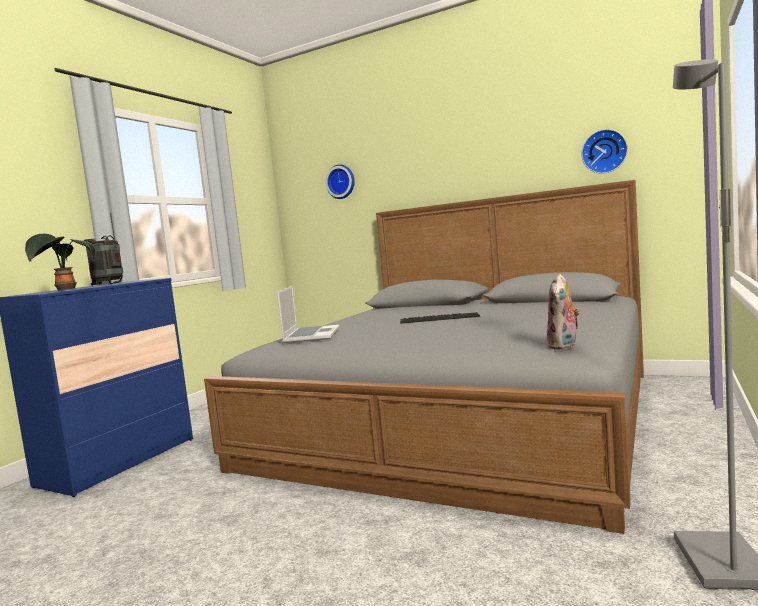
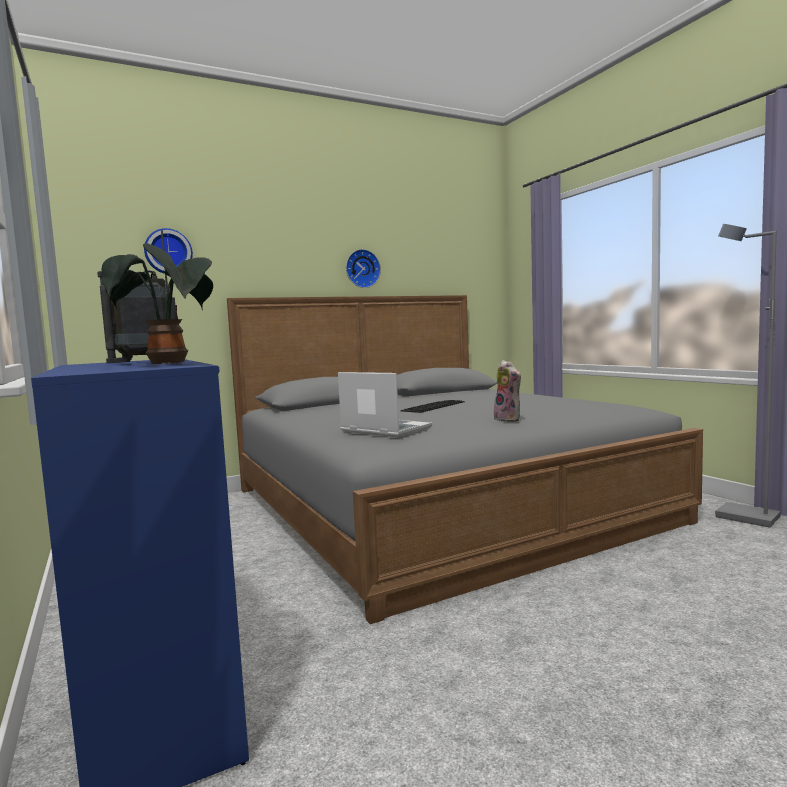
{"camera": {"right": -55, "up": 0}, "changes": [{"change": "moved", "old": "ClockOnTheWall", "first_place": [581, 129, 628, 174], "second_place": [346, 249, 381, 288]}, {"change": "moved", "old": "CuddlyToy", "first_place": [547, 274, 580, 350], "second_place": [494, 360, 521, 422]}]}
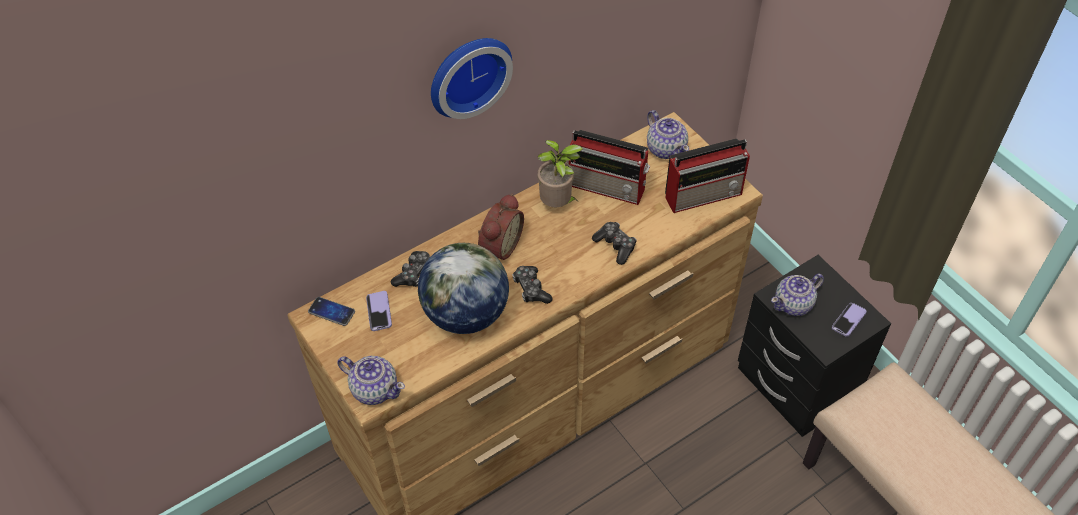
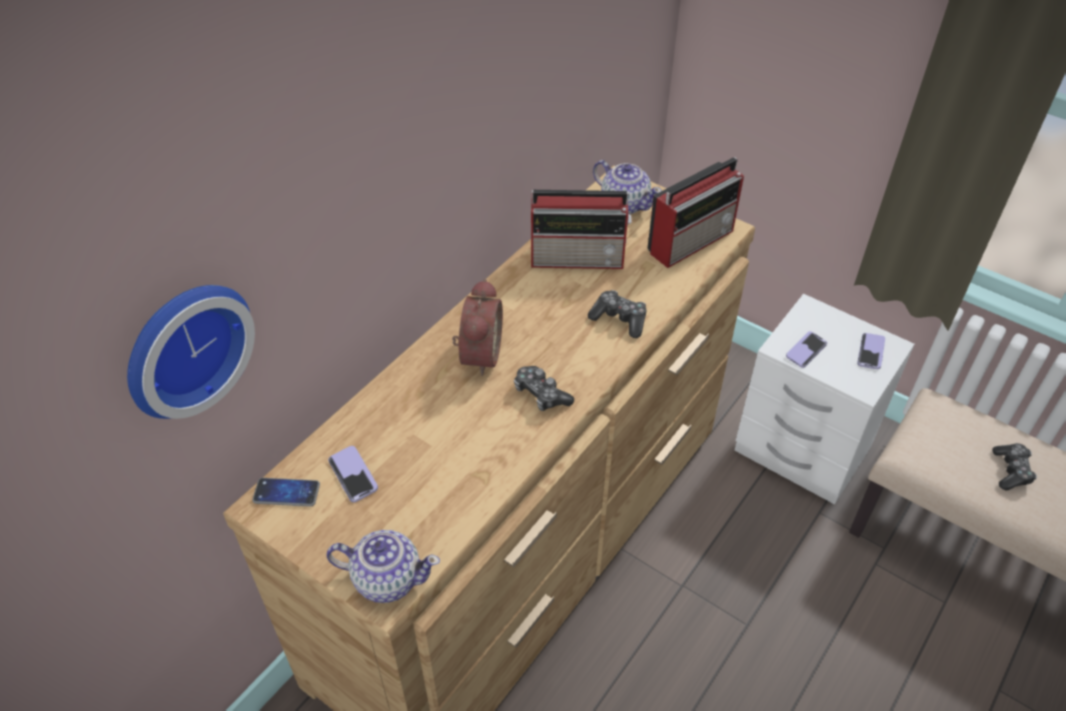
{"camera": {"right": -20, "up": -5}, "changes": [{"change": "moved", "old": "ClockOnTheWall", "first_place": [431, 38, 513, 119], "second_place": [127, 285, 255, 419]}, {"change": "removed", "old": "PlantInAPot", "first_place": [537, 140, 583, 207]}, {"change": "removed", "old": "DeskGlobe", "first_place": [418, 243, 509, 334]}, {"change": "moved", "old": "Joypad", "first_place": [391, 251, 430, 287], "second_place": [992, 443, 1037, 491]}, {"change": "recoloured", "old": "BlackBedsideTable", "new": "WhiteColouredBedsideTable", "first_place": [738, 255, 891, 437], "second_place": [734, 294, 915, 504]}, {"change": "replaced", "old": "TeaPot", "new": "Telephone", "first_place": [771, 274, 824, 316], "second_place": [786, 331, 827, 368]}]}
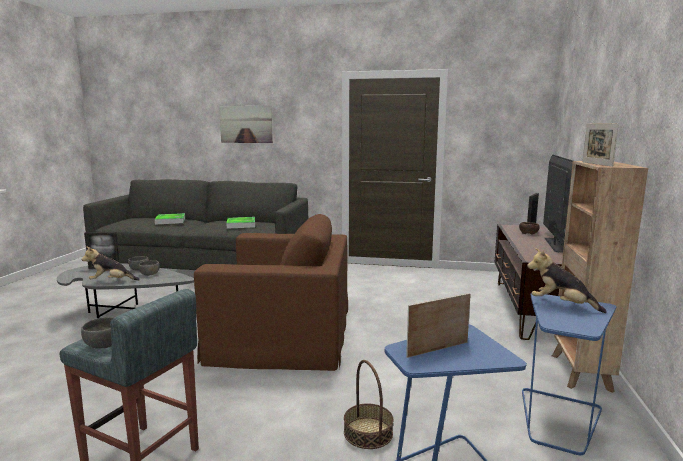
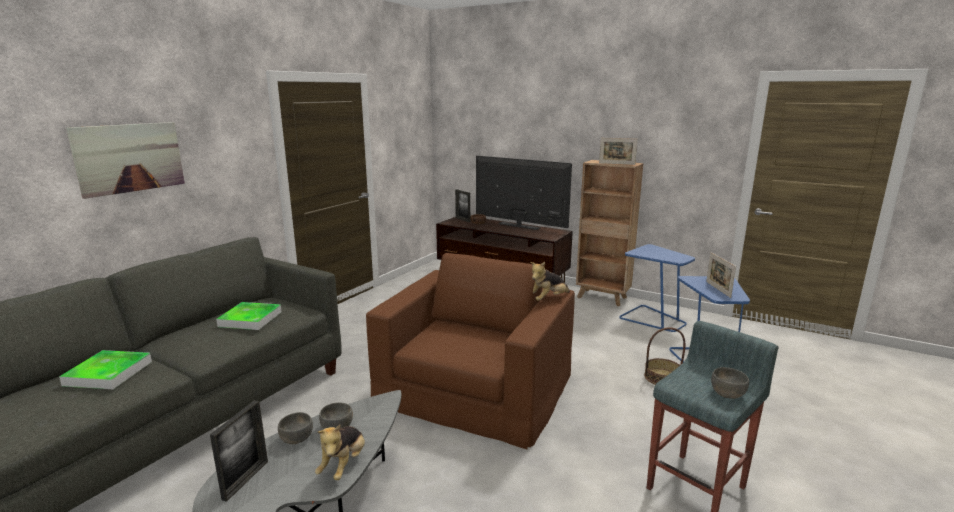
{"camera": {"right": -70, "up": 5}, "changes": [{"change": "moved", "old": "CuddlyToy", "first_place": [527, 248, 607, 313], "second_place": [530, 262, 570, 301]}]}
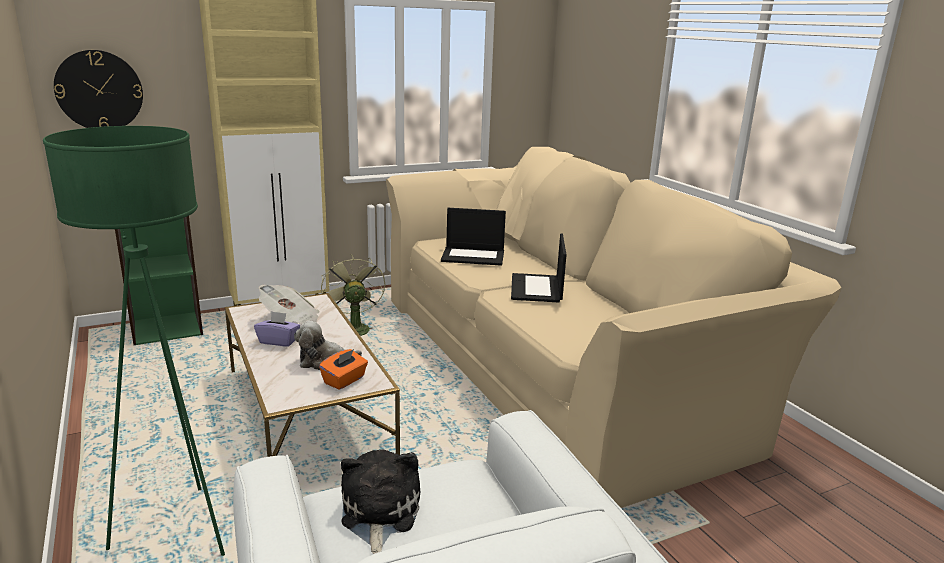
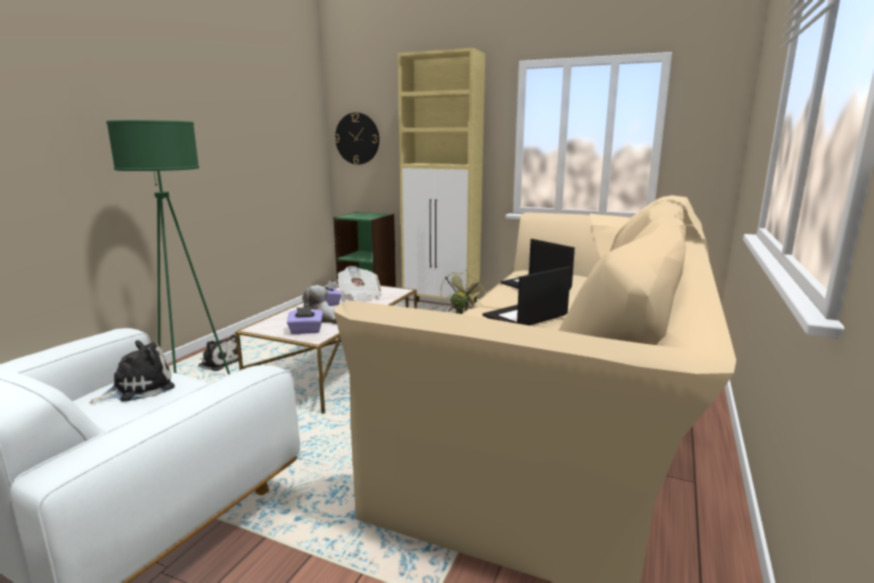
{"camera": {"right": 50, "up": -5}, "changes": [{"change": "recoloured", "old": "OrangeColouredTissueBox", "new": "PurpleTissueBox", "first_place": [319, 349, 368, 390], "second_place": [287, 307, 323, 334]}, {"change": "added", "new": "CuddlyToy", "second_place": [198, 335, 238, 371]}]}
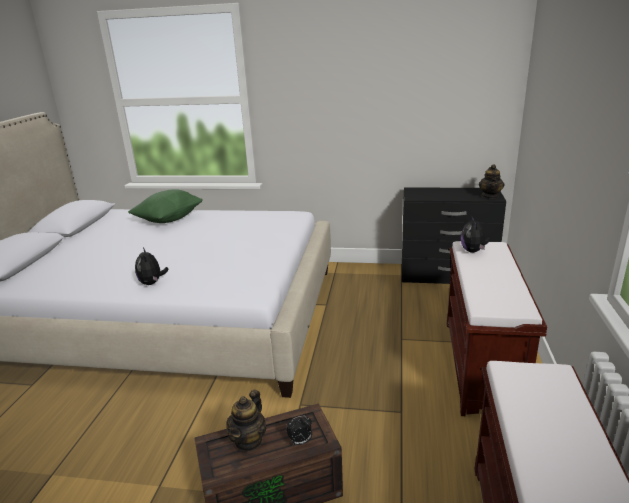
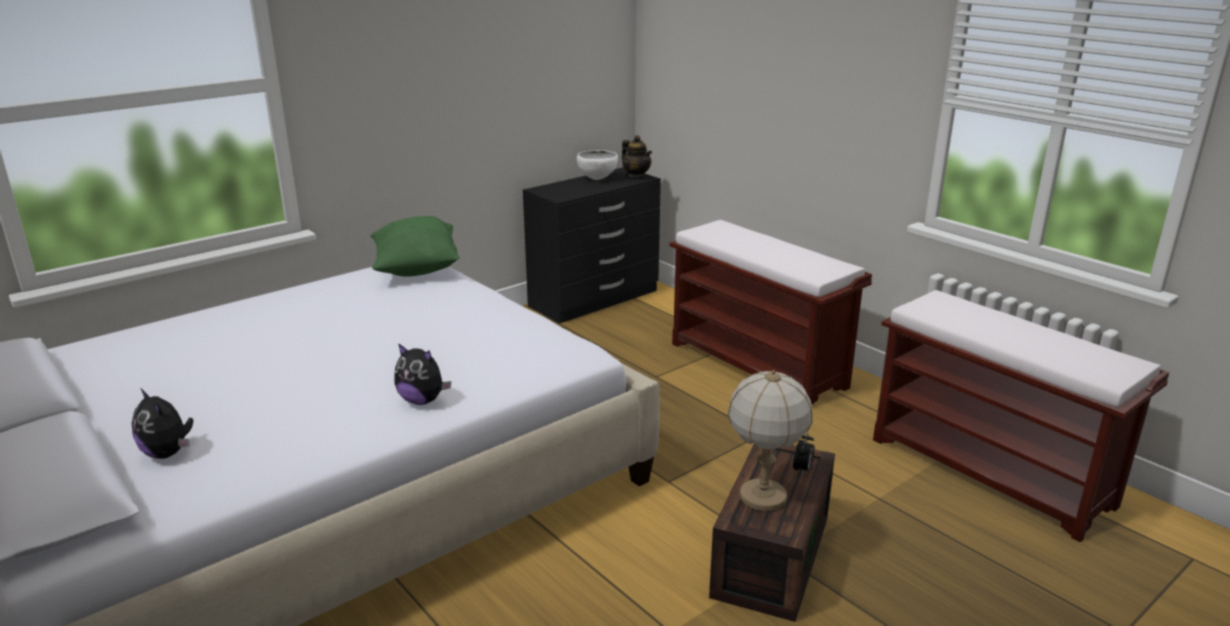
{"camera": {"right": -50, "up": 0}, "changes": [{"change": "moved", "old": "GreenColouredThrowPillow", "first_place": [128, 189, 203, 223], "second_place": [371, 216, 460, 277]}, {"change": "moved", "old": "CuddlyToy", "first_place": [461, 215, 490, 253], "second_place": [132, 389, 193, 459]}, {"change": "replaced", "old": "TeaPot", "new": "TableLamp", "first_place": [226, 390, 266, 452], "second_place": [728, 370, 813, 511]}, {"change": "added", "new": "WhiteColouredDeepDish", "second_place": [576, 150, 618, 180]}]}
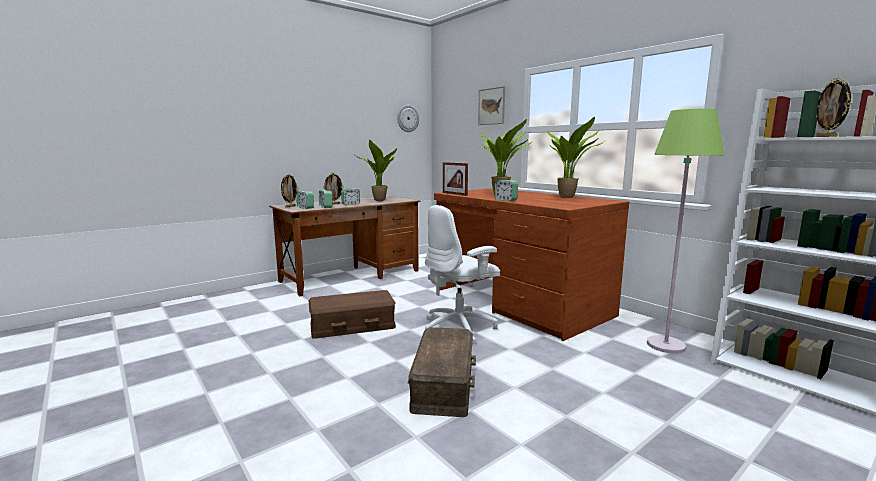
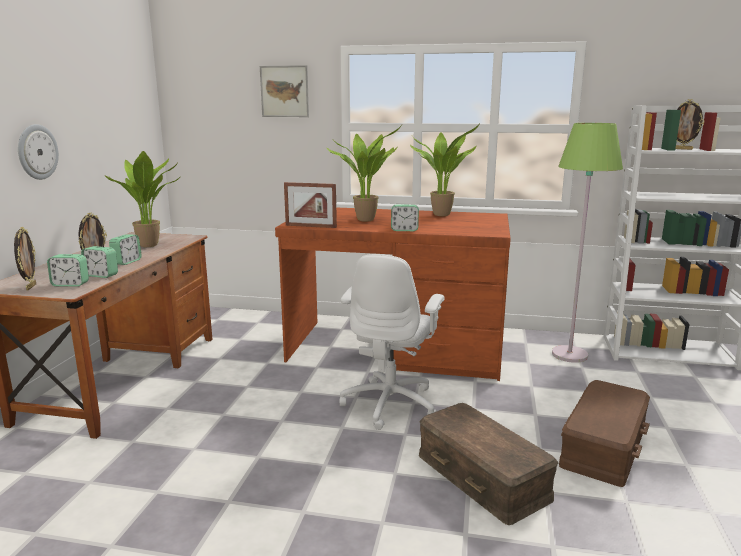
{"camera": {"right": -40, "up": 5}, "changes": [{"change": "moved", "old": "ClockOnTheWall", "first_place": [397, 105, 419, 132], "second_place": [18, 124, 59, 180]}, {"change": "moved", "old": "BrownColouredStorageContainer", "first_place": [309, 290, 396, 339], "second_place": [559, 380, 650, 487]}]}
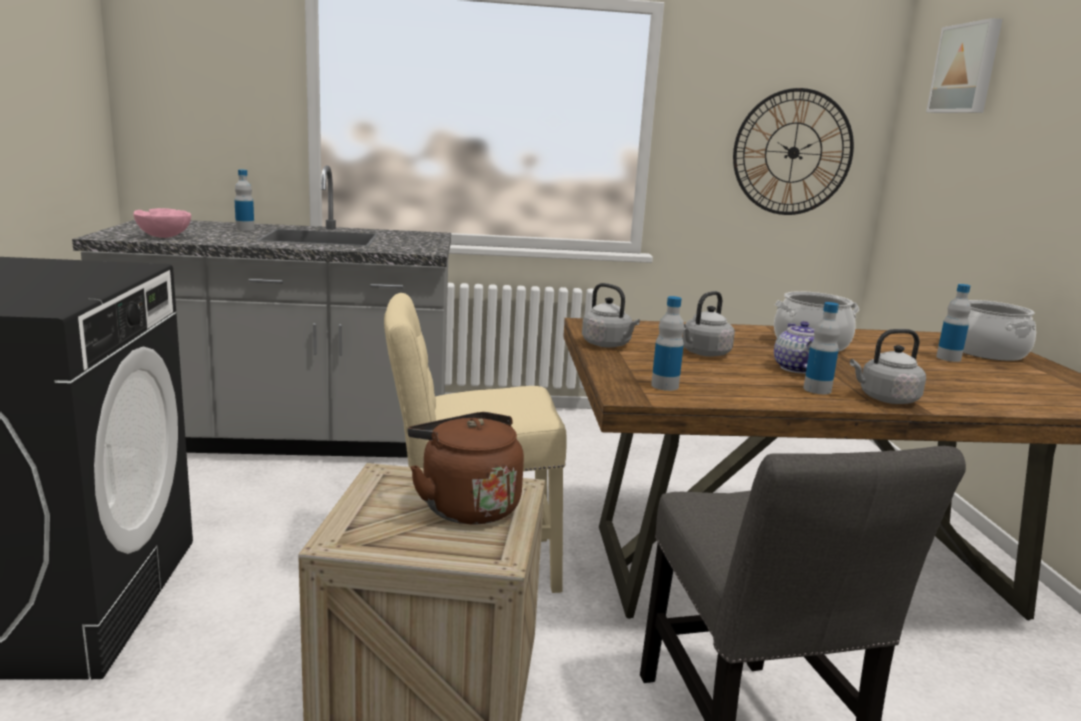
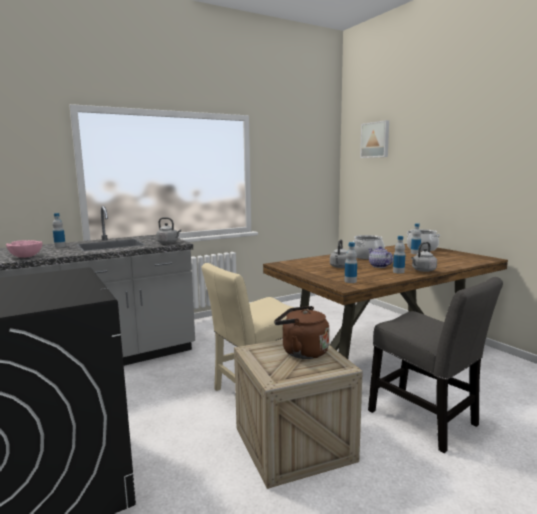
{"camera": {"right": -25, "up": -5}, "changes": [{"change": "removed", "old": "ClockOnTheWall", "first_place": [733, 88, 854, 215]}, {"change": "moved", "old": "GreyTeaKettle", "first_place": [582, 283, 640, 348], "second_place": [156, 217, 181, 244]}]}
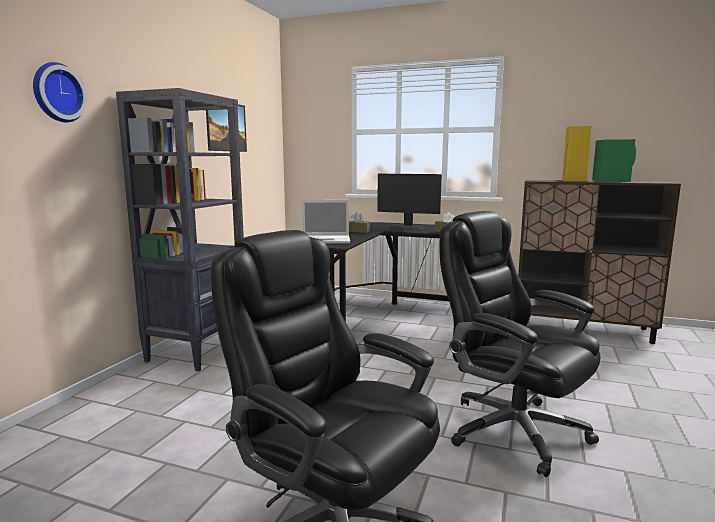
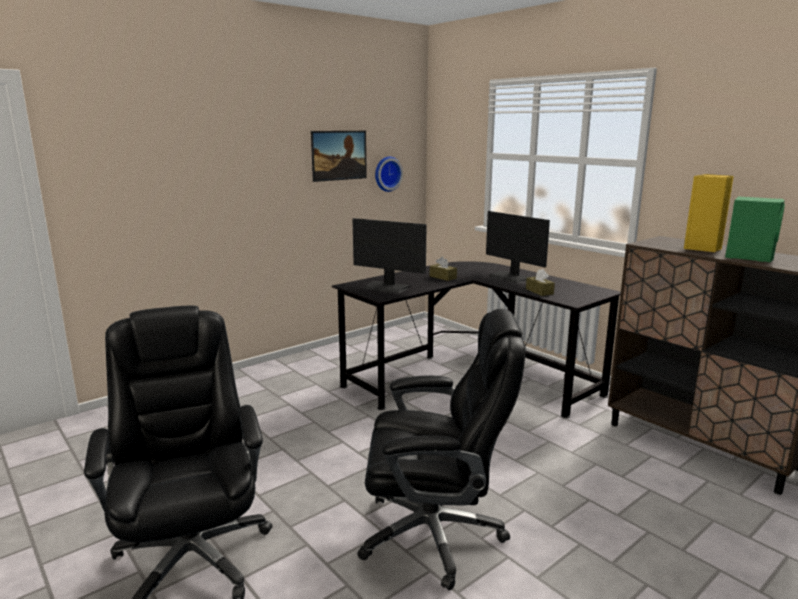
{"camera": {"right": 30, "up": 5}, "changes": [{"change": "moved", "old": "ClockOnTheWall", "first_place": [33, 62, 87, 123], "second_place": [375, 156, 403, 192]}, {"change": "removed", "old": "BlackBookshelf", "first_place": [116, 88, 244, 372]}, {"change": "replaced", "old": "NotebookComputer", "new": "ComputerDisplay", "first_place": [302, 200, 350, 244], "second_place": [353, 218, 427, 294]}, {"change": "turned", "old": "BlackDeskChair", "first_place": [439, 211, 601, 477], "second_place": [357, 309, 526, 591], "degrees": 105}]}
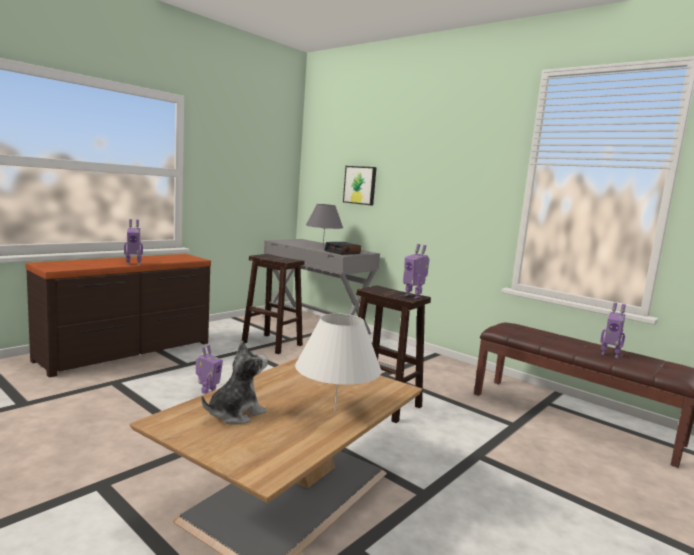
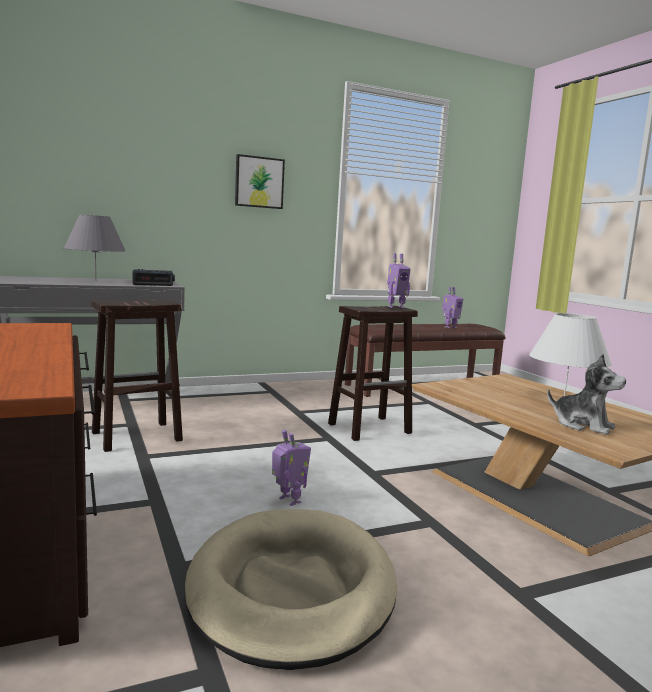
{"camera": {"right": -65, "up": 0}, "changes": [{"change": "moved", "old": "WallArt", "first_place": [343, 166, 377, 205], "second_place": [235, 154, 285, 209]}, {"change": "removed", "old": "RobotFigure", "first_place": [124, 219, 143, 265]}, {"change": "turned", "old": "CuddlyToy", "first_place": [201, 340, 268, 425], "second_place": [547, 354, 626, 435], "degrees": 150}, {"change": "added", "new": "BeigeColouredDogCushion", "second_place": [185, 509, 397, 670]}]}
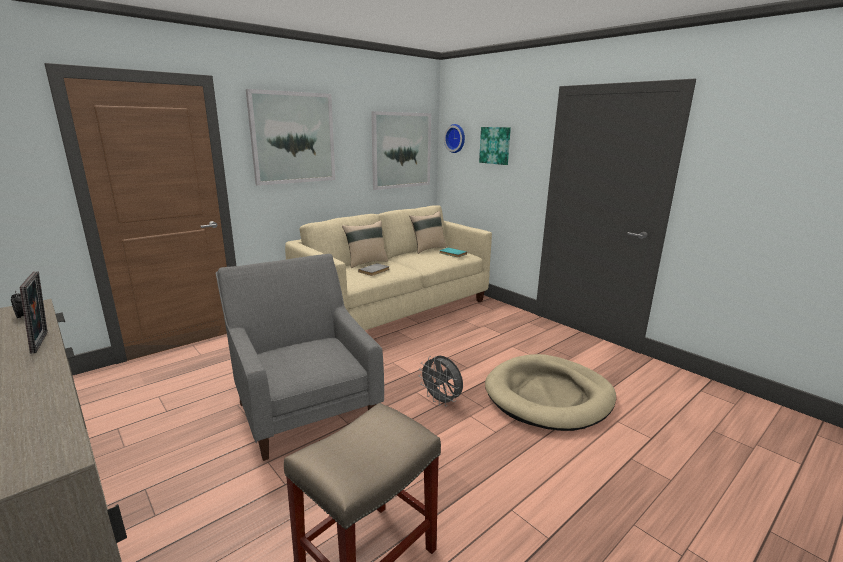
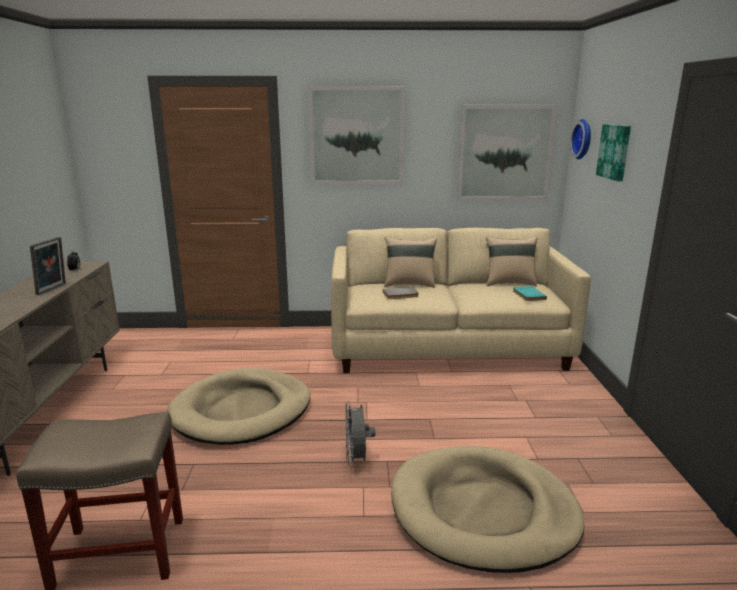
{"camera": {"right": 40, "up": 0}, "changes": [{"change": "replaced", "old": "GreyEasyChair", "new": "BeigeColouredDogCushion", "first_place": [216, 254, 384, 461], "second_place": [167, 368, 311, 445]}]}
